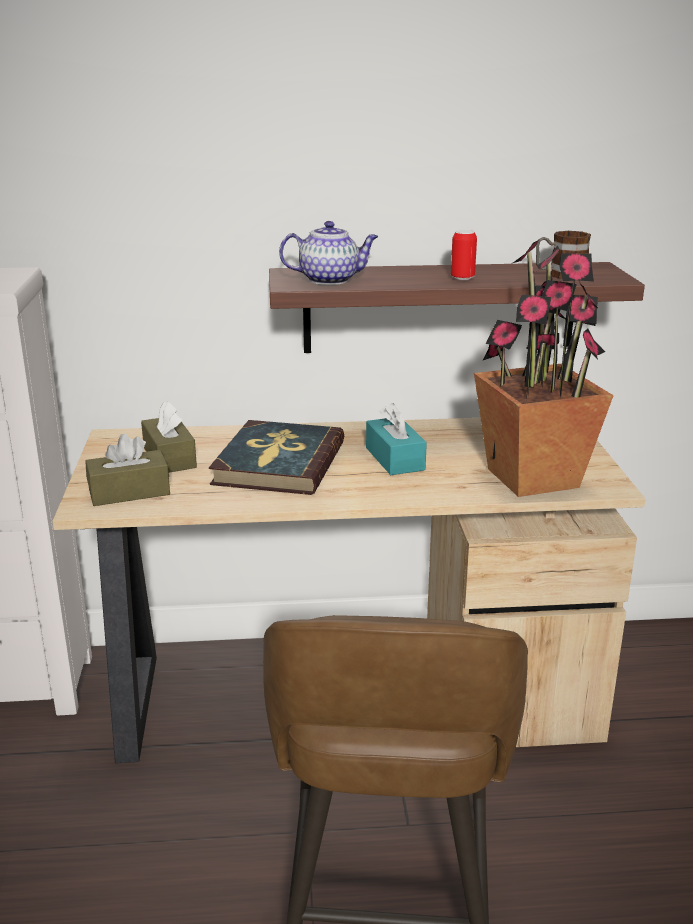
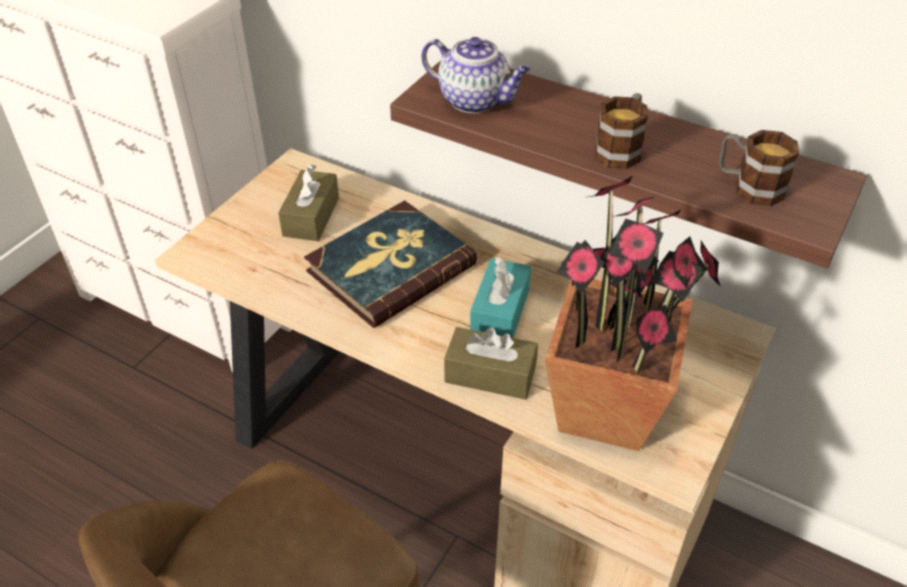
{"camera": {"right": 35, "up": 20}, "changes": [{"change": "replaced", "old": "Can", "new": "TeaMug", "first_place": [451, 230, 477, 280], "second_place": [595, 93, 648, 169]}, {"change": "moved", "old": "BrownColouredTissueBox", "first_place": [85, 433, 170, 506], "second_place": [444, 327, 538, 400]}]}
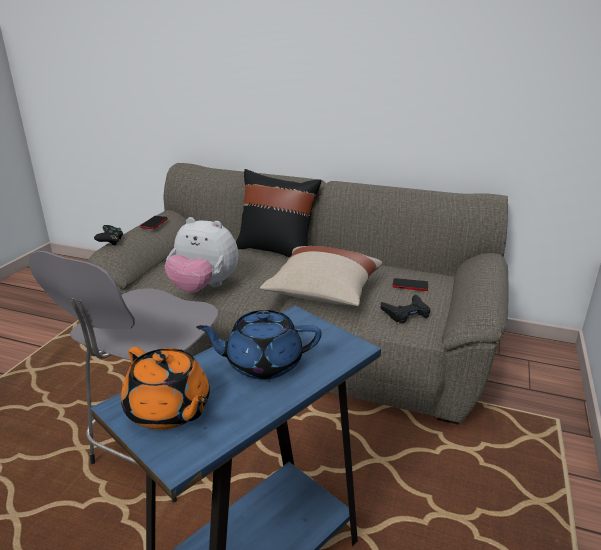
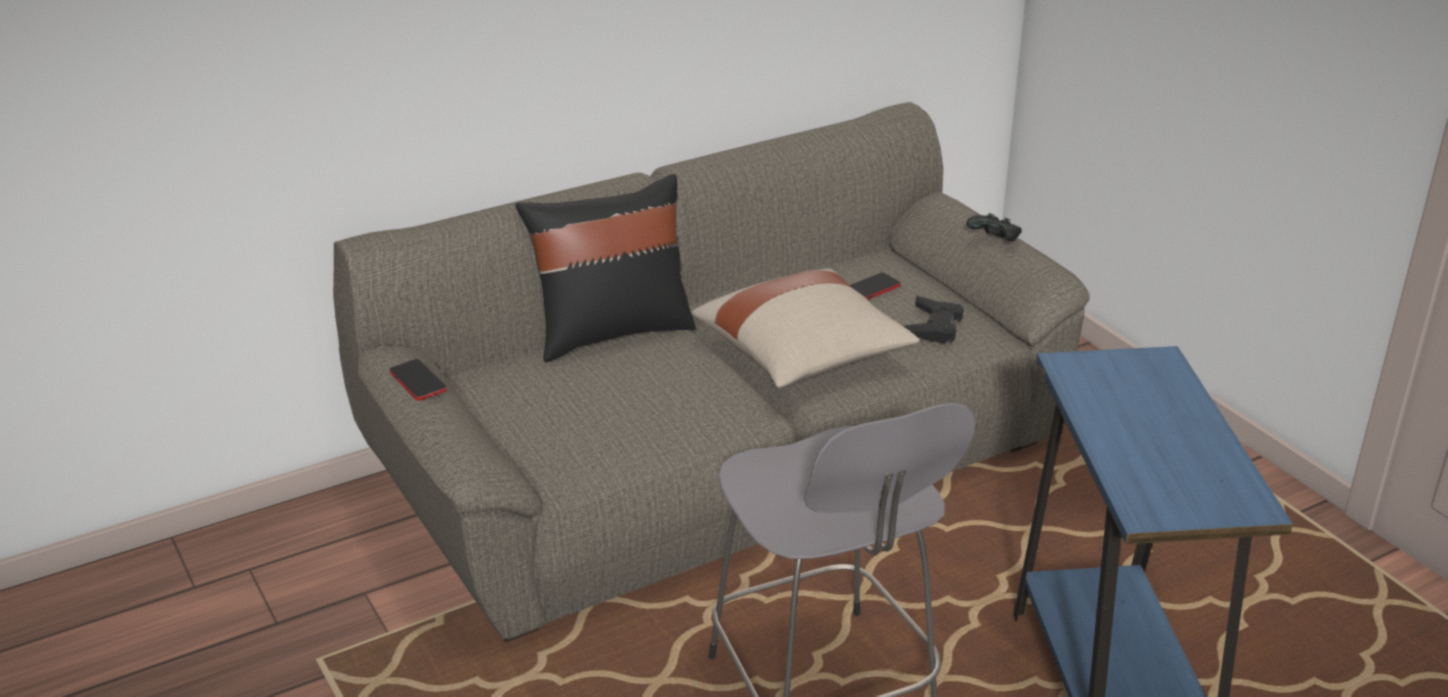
{"camera": {"right": -50, "up": 5}, "changes": [{"change": "removed", "old": "CuddlyToy", "first_place": [165, 217, 238, 293]}, {"change": "moved", "old": "BlackJoypad", "first_place": [94, 225, 123, 246], "second_place": [967, 213, 1022, 241]}, {"change": "removed", "old": "BluishTeaPot", "first_place": [196, 310, 322, 380]}, {"change": "removed", "old": "OrangeColouredTeaPot", "first_place": [121, 347, 210, 430]}]}
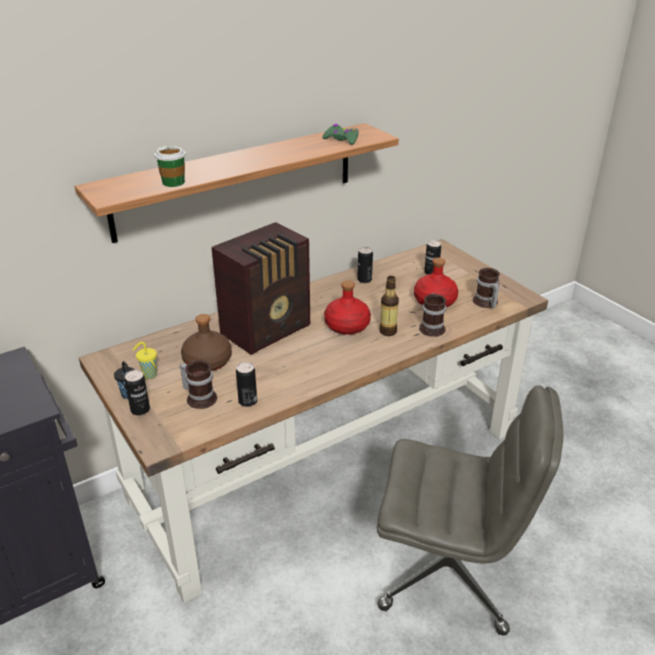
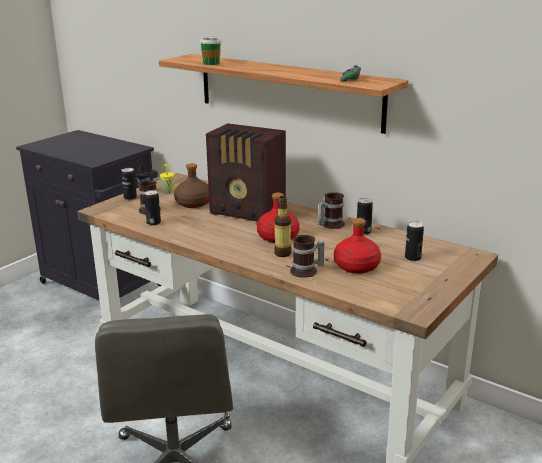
{"camera": {"right": 70, "up": -10}, "changes": [{"change": "moved", "old": "TeaMug", "first_place": [473, 268, 500, 308], "second_place": [319, 192, 345, 229]}]}
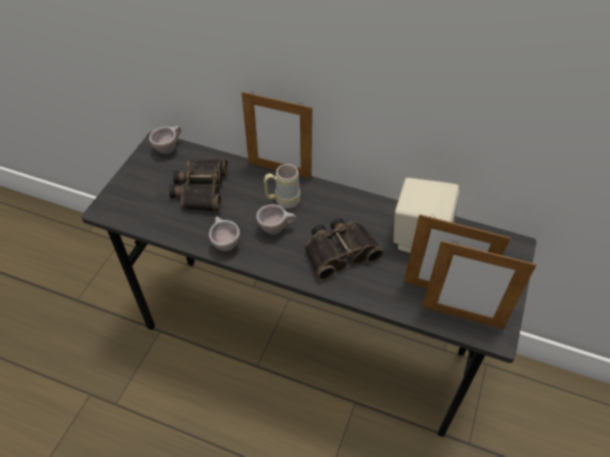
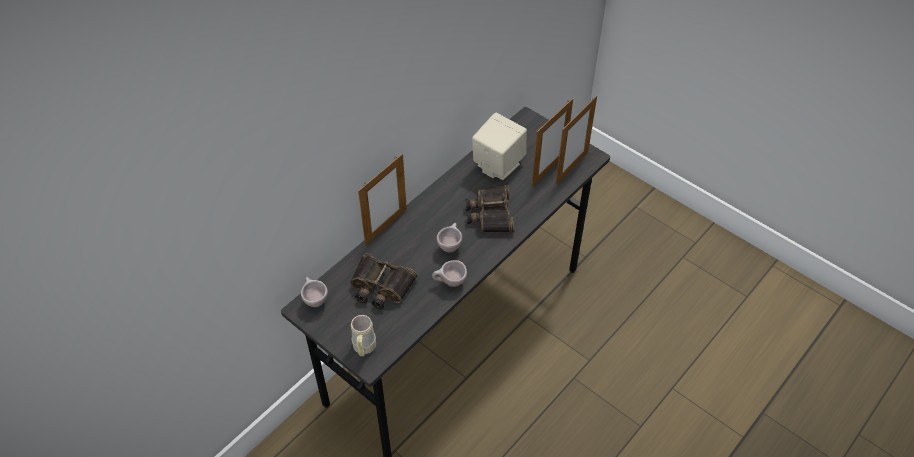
{"camera": {"right": -70, "up": 0}, "changes": [{"change": "moved", "old": "BeigeColouredTeaMug", "first_place": [264, 164, 300, 209], "second_place": [351, 315, 376, 357]}]}
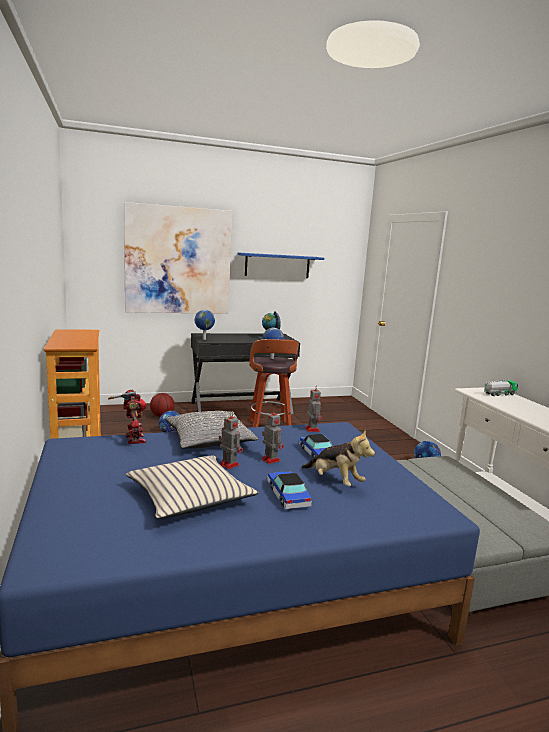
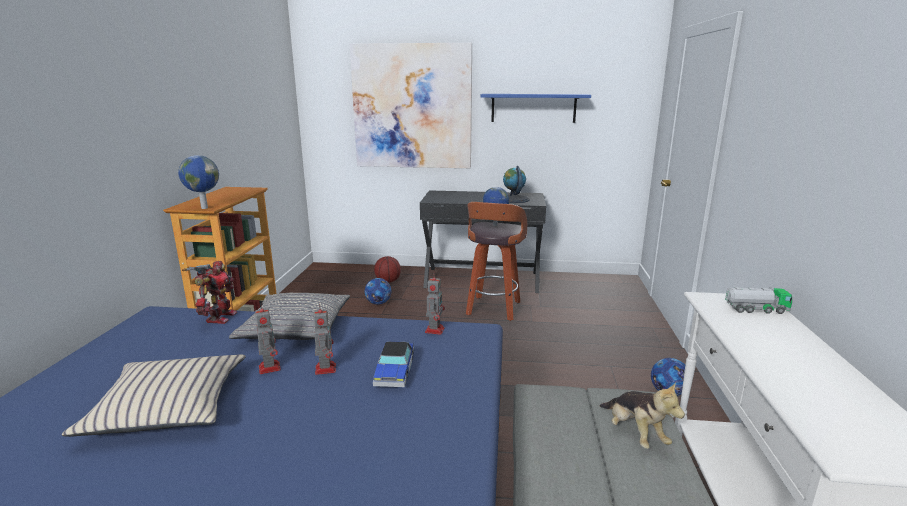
{"camera": {"right": 25, "up": 5}, "changes": [{"change": "moved", "old": "DeskGlobe", "first_place": [195, 310, 215, 340], "second_place": [178, 155, 219, 209]}, {"change": "moved", "old": "CuddlyToy", "first_place": [301, 430, 375, 486], "second_place": [600, 382, 685, 449]}, {"change": "removed", "old": "ModelCar", "first_place": [267, 471, 312, 509]}]}
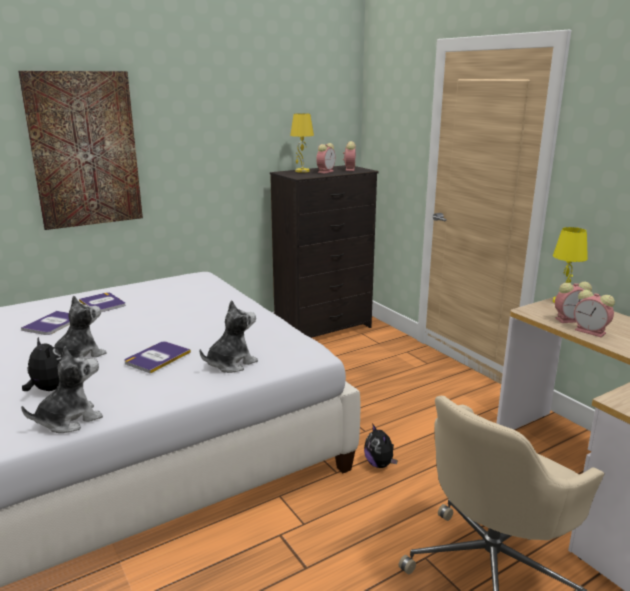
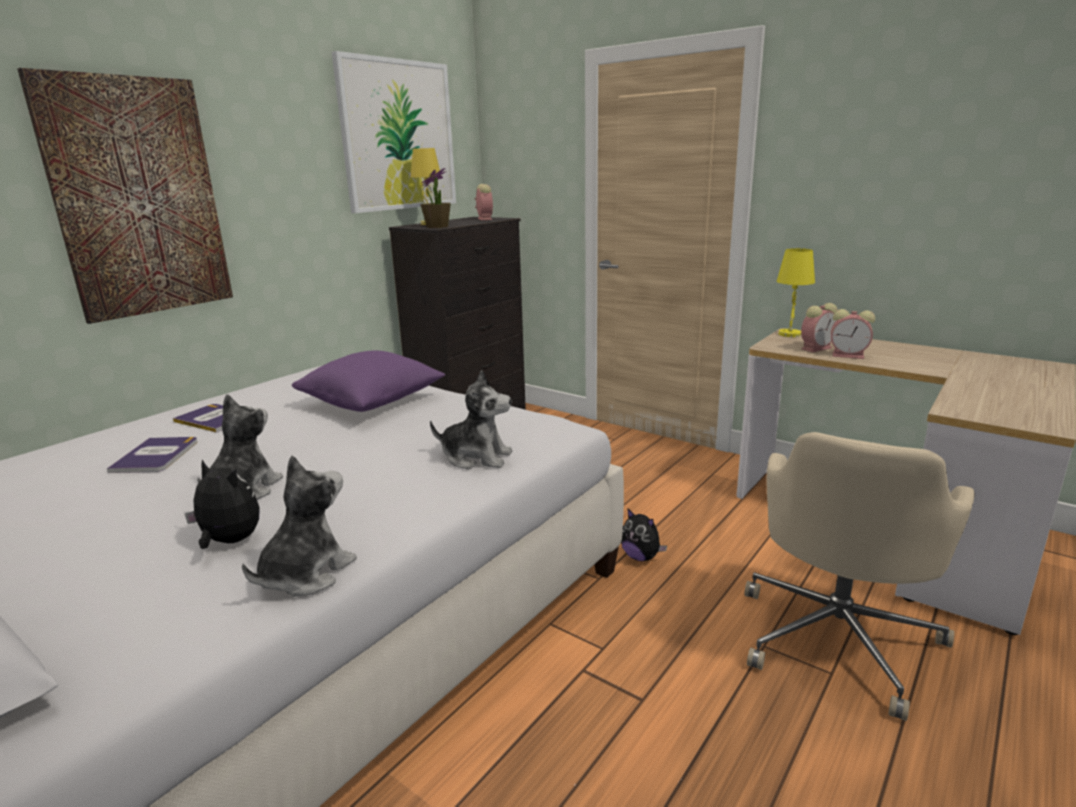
{"camera": {"right": -20, "up": 0}, "changes": [{"change": "removed", "old": "TableClock", "first_place": [316, 143, 335, 174]}, {"change": "turned", "old": "CuddlyToy", "first_place": [199, 300, 258, 373], "second_place": [430, 370, 513, 470], "degrees": 75}, {"change": "removed", "old": "BoundBook", "first_place": [124, 341, 191, 374]}, {"change": "added", "new": "WallArt", "second_place": [332, 51, 456, 213]}, {"change": "added", "new": "PlantInAPot", "second_place": [421, 168, 451, 228]}, {"change": "added", "new": "PurpleThrowPillow", "second_place": [292, 351, 445, 412]}]}
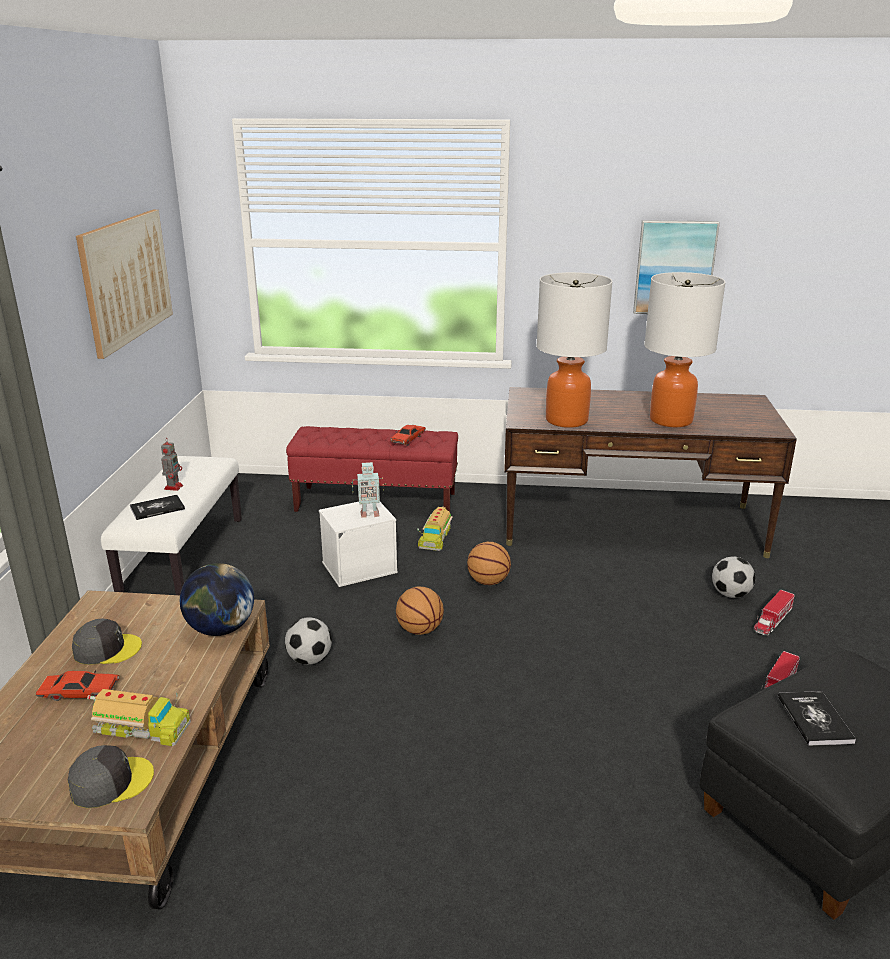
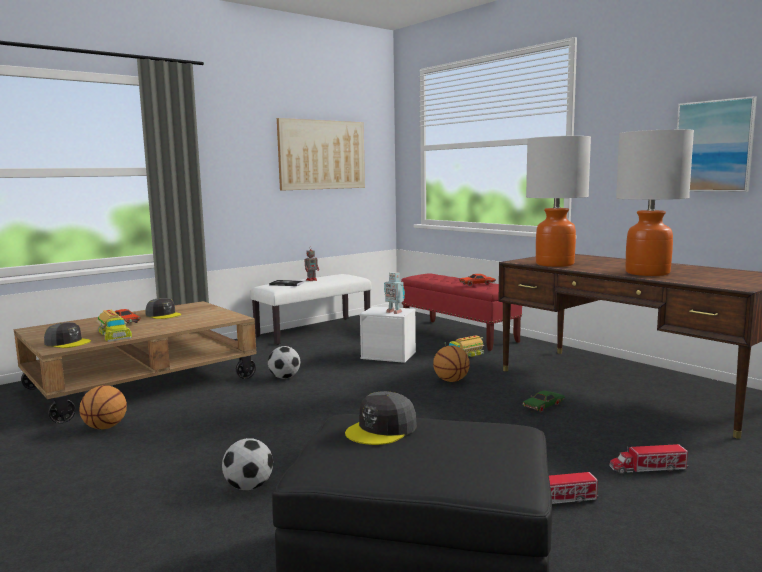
{"camera": {"right": 45, "up": -15}, "changes": [{"change": "moved", "old": "Football", "first_place": [712, 557, 755, 598], "second_place": [222, 438, 273, 490]}, {"change": "removed", "old": "DeskGlobe", "first_place": [180, 563, 254, 636]}, {"change": "moved", "old": "BallForBasketball", "first_place": [396, 587, 444, 635], "second_place": [79, 385, 127, 429]}, {"change": "replaced", "old": "BoundBook", "new": "GreyBaseballCap", "first_place": [778, 691, 856, 746], "second_place": [345, 391, 417, 445]}, {"change": "added", "new": "GreenColouredModelCar", "second_place": [522, 390, 565, 412]}]}
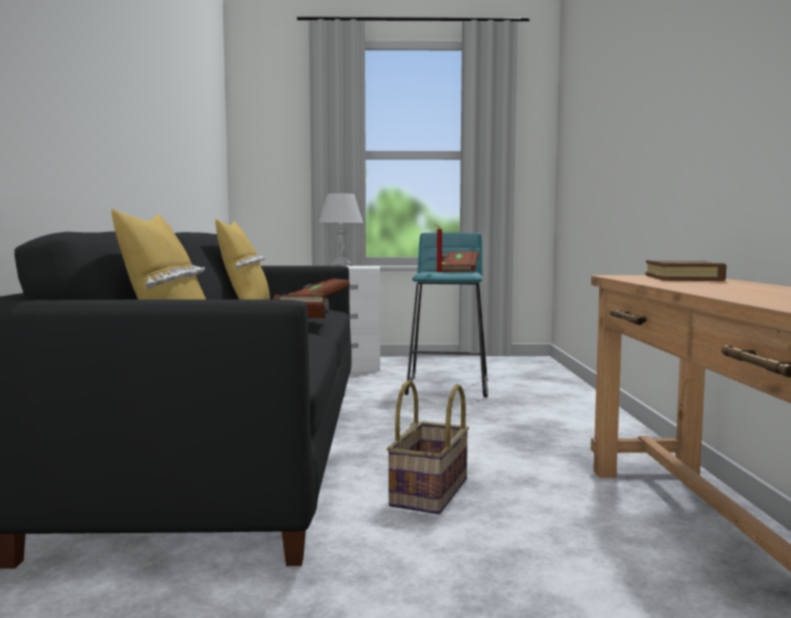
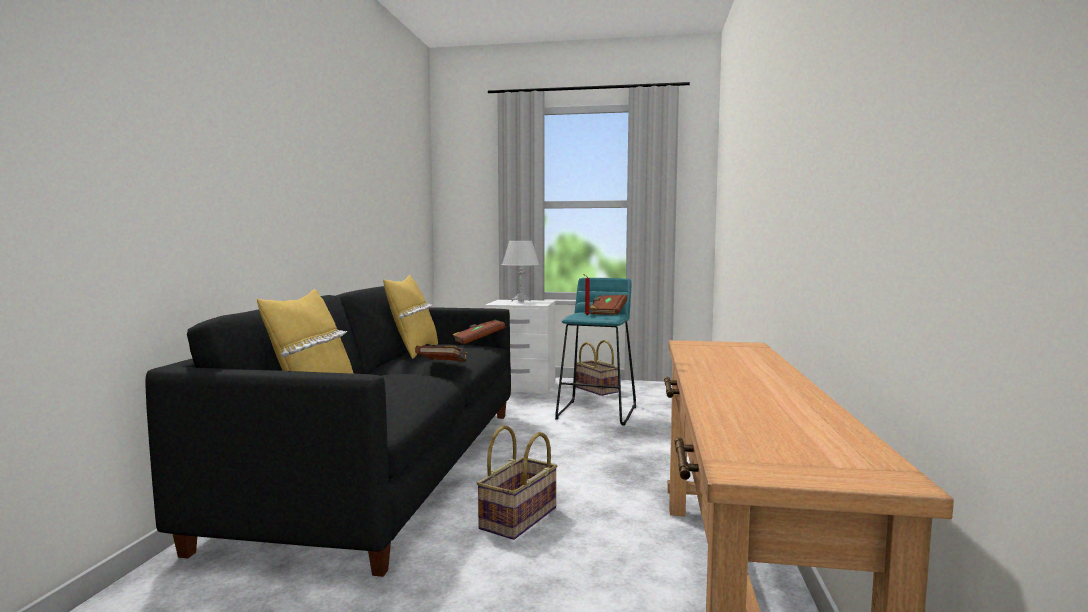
{"camera": {"right": 10, "up": 0}, "changes": [{"change": "removed", "old": "BrownColouredBoundBook", "first_place": [645, 260, 726, 281]}, {"change": "added", "new": "StorageBasket", "second_place": [576, 340, 619, 396]}]}
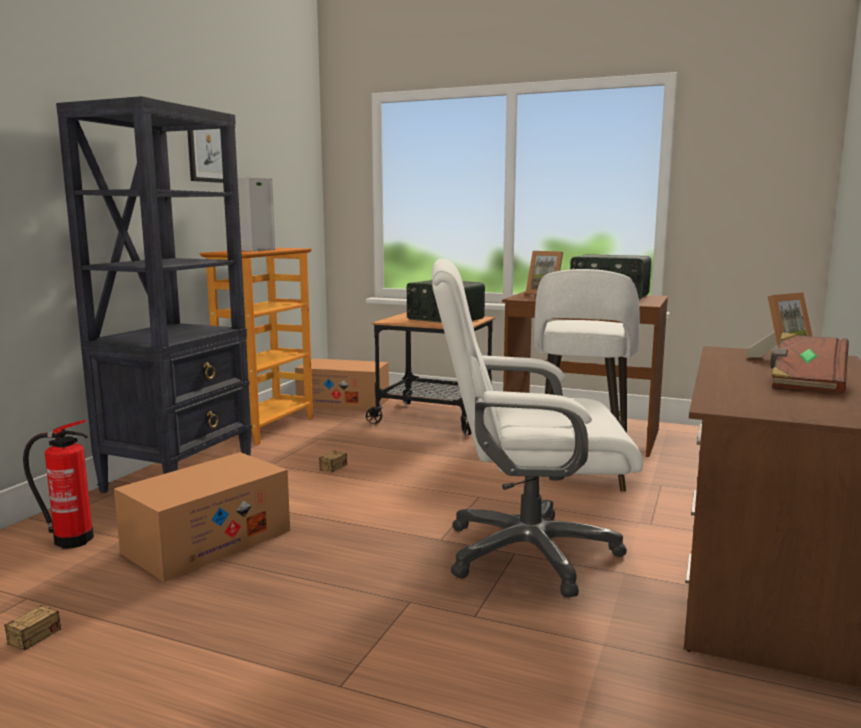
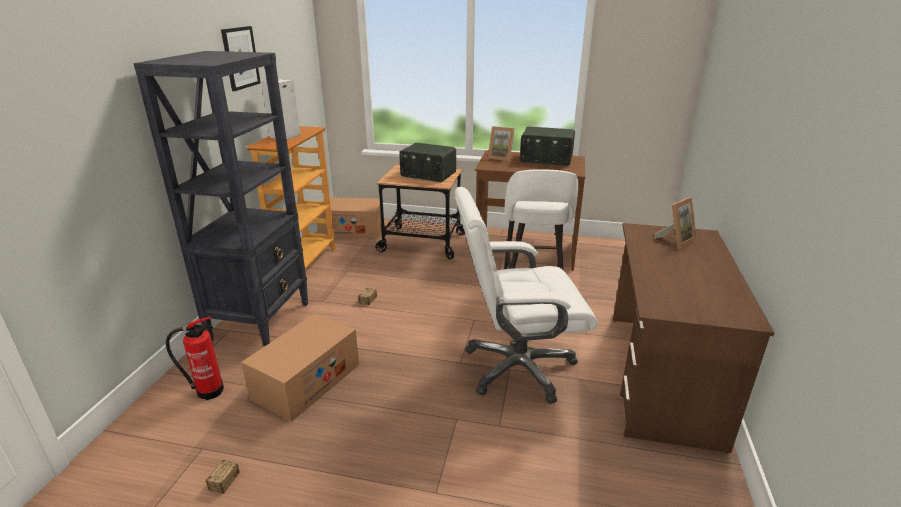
{"camera": {"right": -10, "up": 15}, "changes": [{"change": "removed", "old": "BrownColouredBoundBook", "first_place": [770, 332, 849, 393]}]}
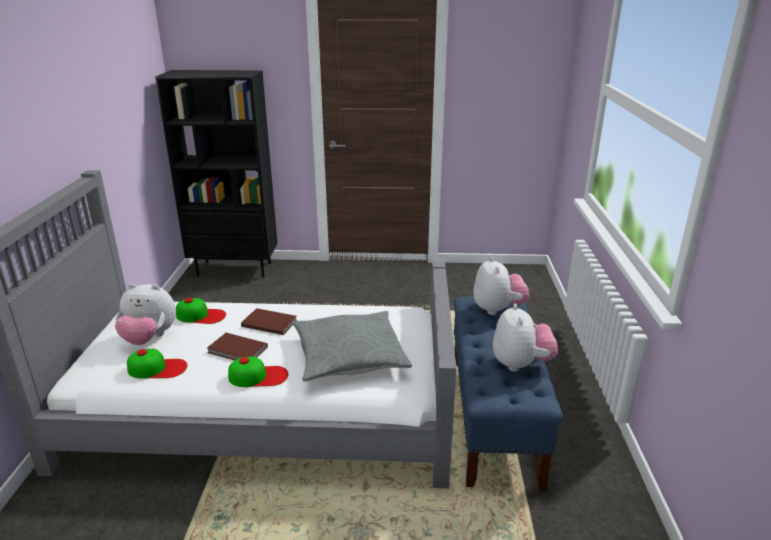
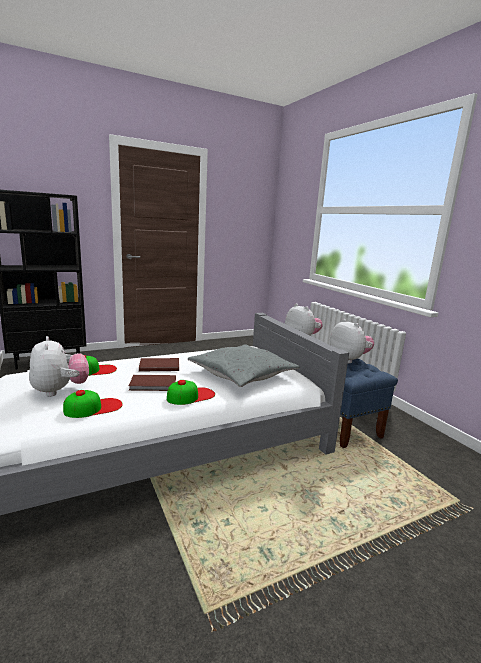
{"camera": {"right": -30, "up": -10}, "changes": [{"change": "turned", "old": "CuddlyToy", "first_place": [115, 284, 176, 345], "second_place": [29, 336, 89, 397], "degrees": -90}]}
